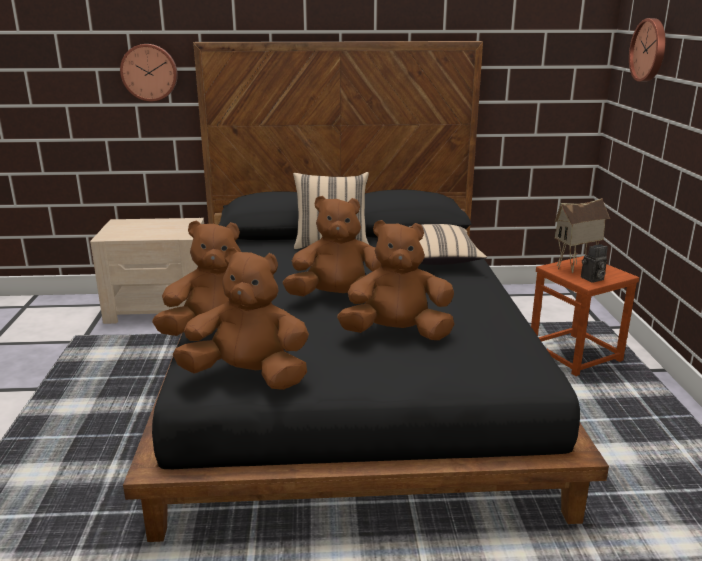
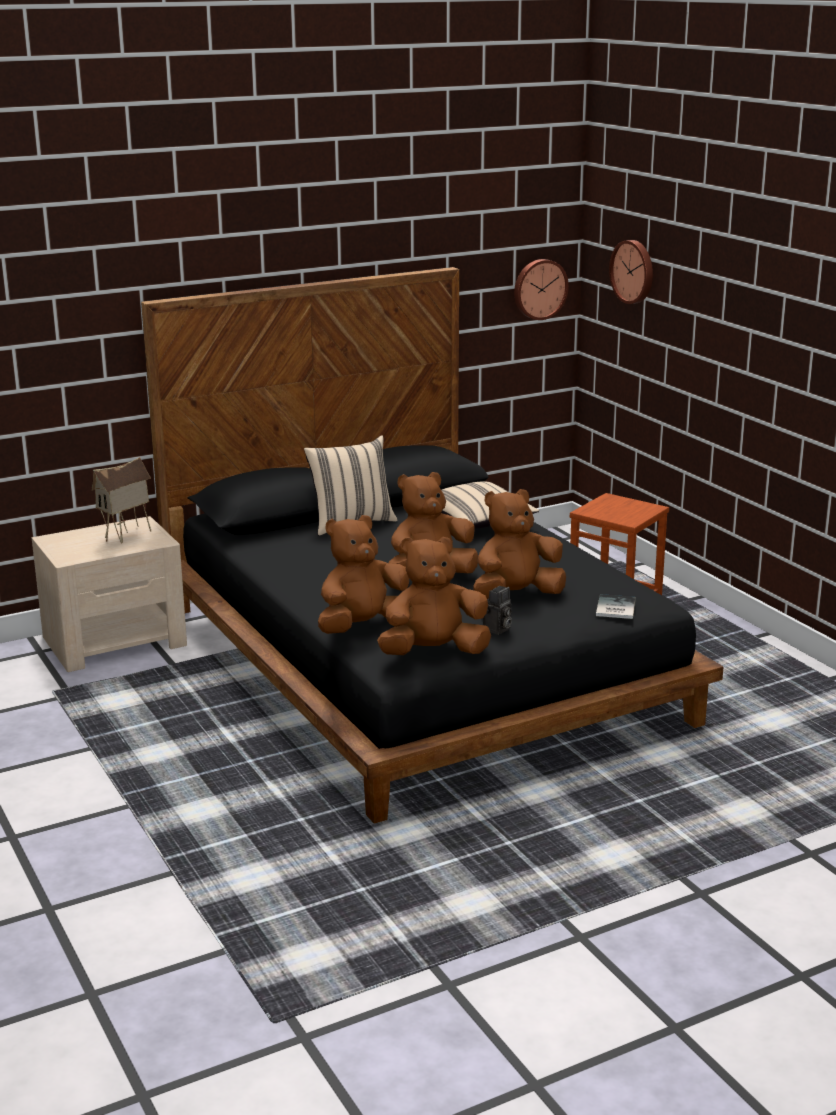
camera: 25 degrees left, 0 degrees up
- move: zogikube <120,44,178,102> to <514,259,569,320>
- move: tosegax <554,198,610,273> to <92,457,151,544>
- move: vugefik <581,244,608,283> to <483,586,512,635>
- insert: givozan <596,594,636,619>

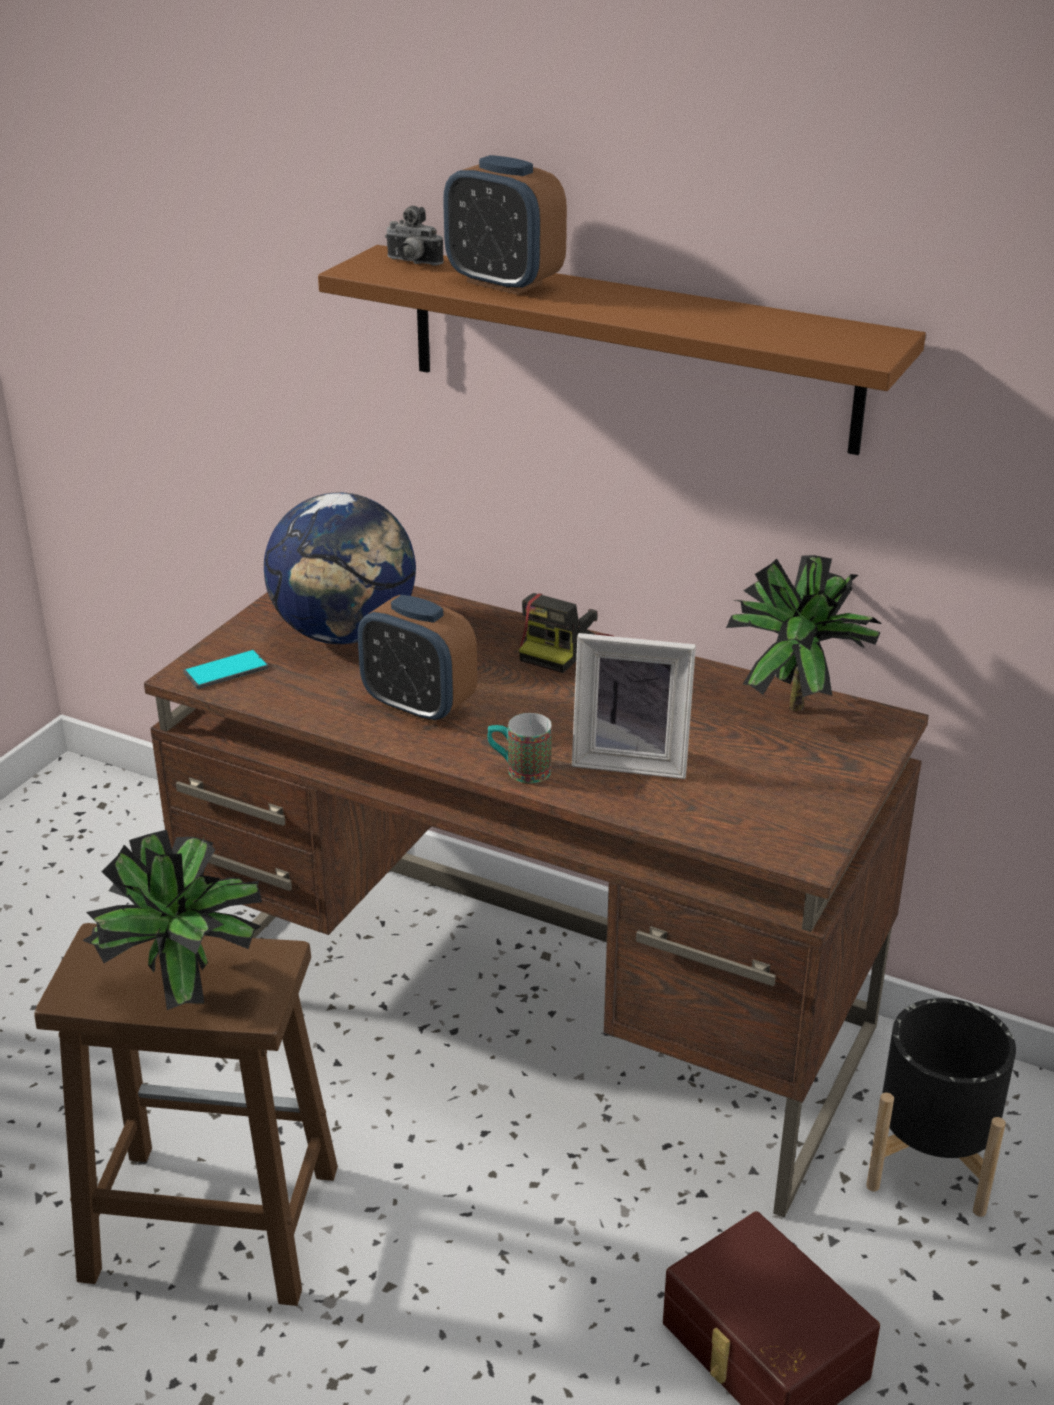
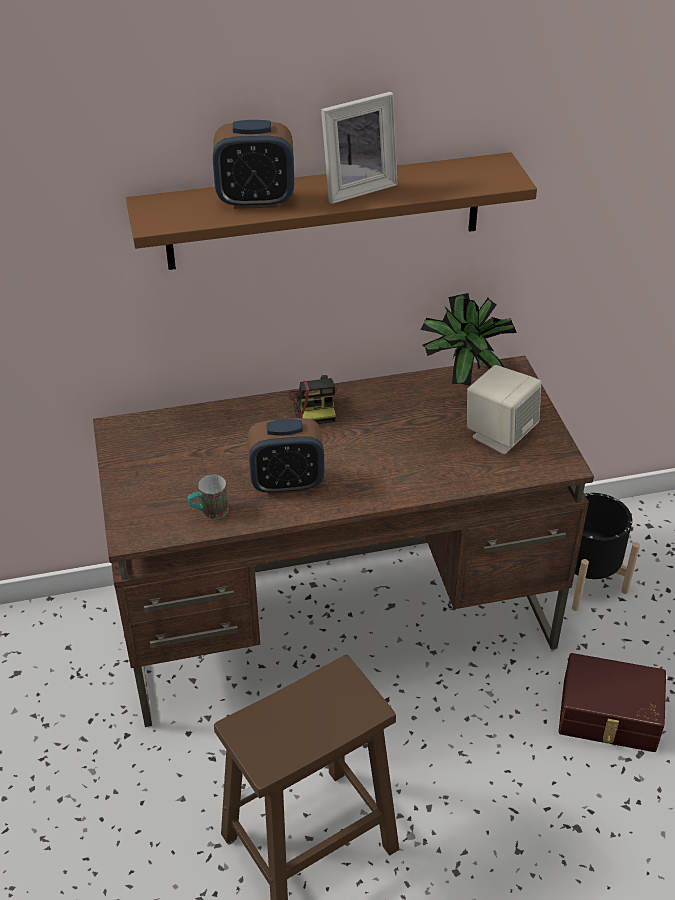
camera: 40 degrees left, 10 degrees up
- delete: vugefik <385,206,444,266>
- delete: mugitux <264,492,416,644>
- move: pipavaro <572,633,696,779> to <321,92,398,204>
- delete: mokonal <183,649,268,689>
- move: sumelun <487,713,552,783> to <188,474,228,519>
- delete: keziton <82,830,262,1010>
- insert: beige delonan <467,365,541,455>

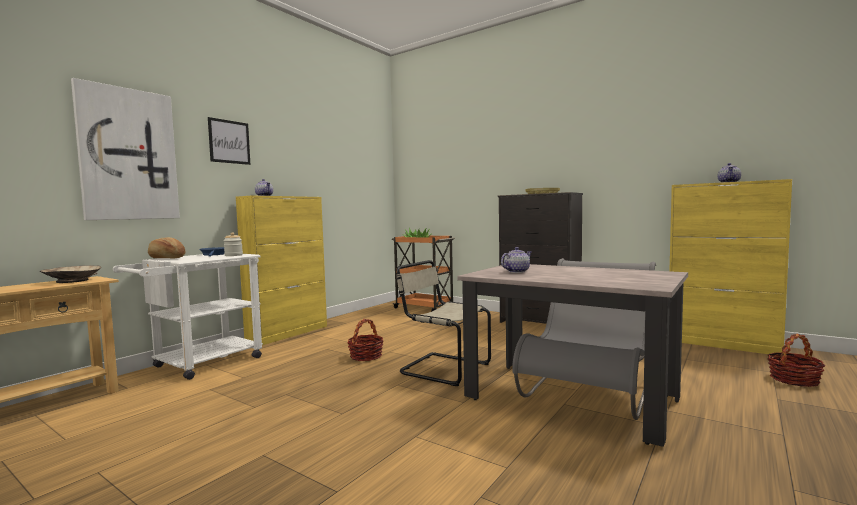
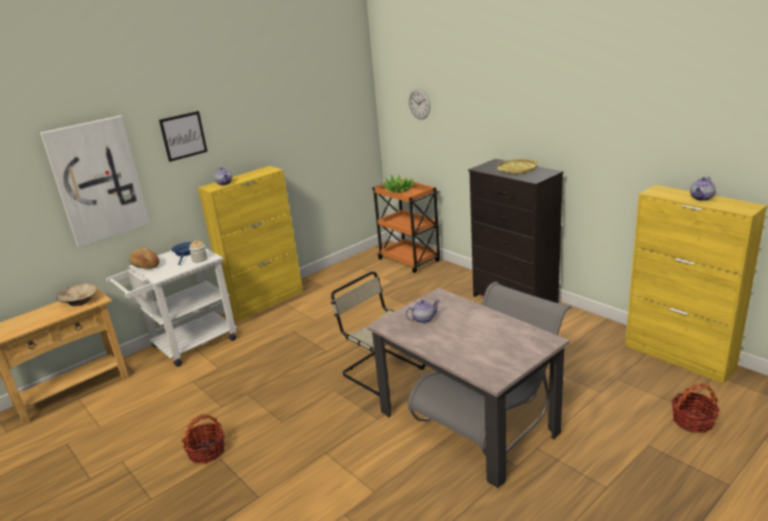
camera: 15 degrees right, 20 degrees up
- move: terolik <347,319,384,361> to <182,414,225,464>
- insert: zogikube <409,89,430,119>

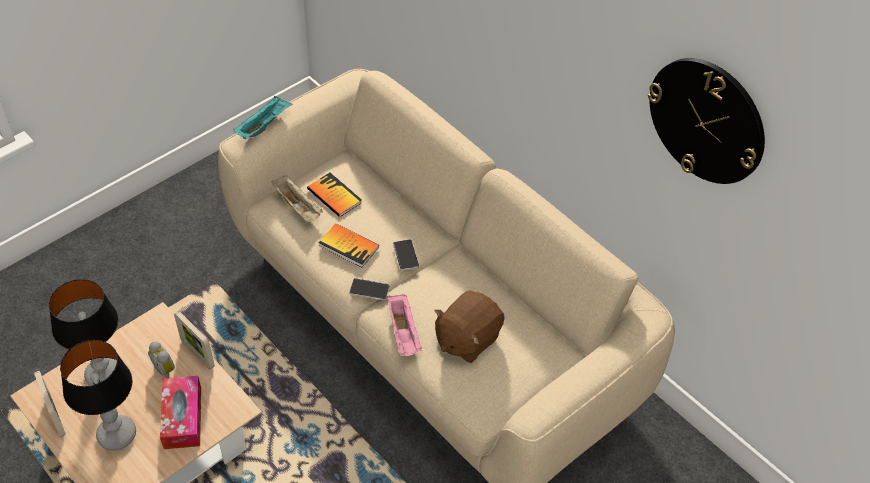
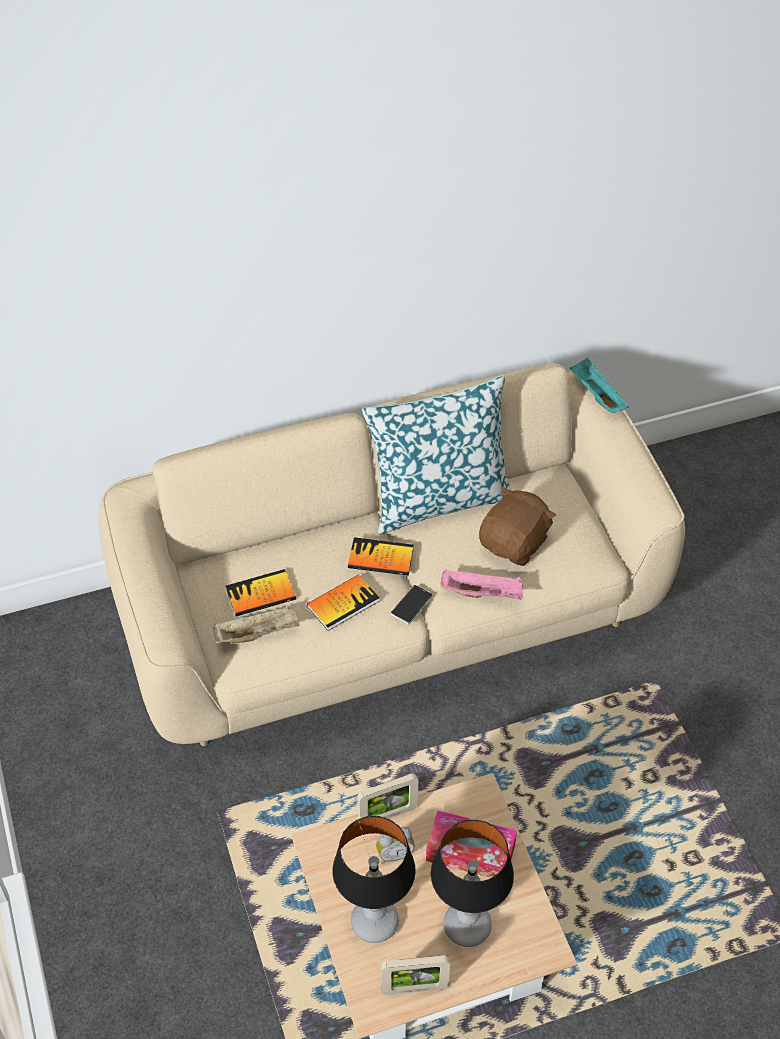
camera: 65 degrees left, 0 degrees up
- delete: zogikube <648,58,765,184>
- move: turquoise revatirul <234,96,292,139> to <569,358,629,413>
- replace: mokonal <393,239,419,271> to givozan <348,537,414,576>
- rotate: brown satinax <434,290,505,363> = <479,486,556,566> 120 degrees counterclockwise
- insert: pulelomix <362,375,511,535>

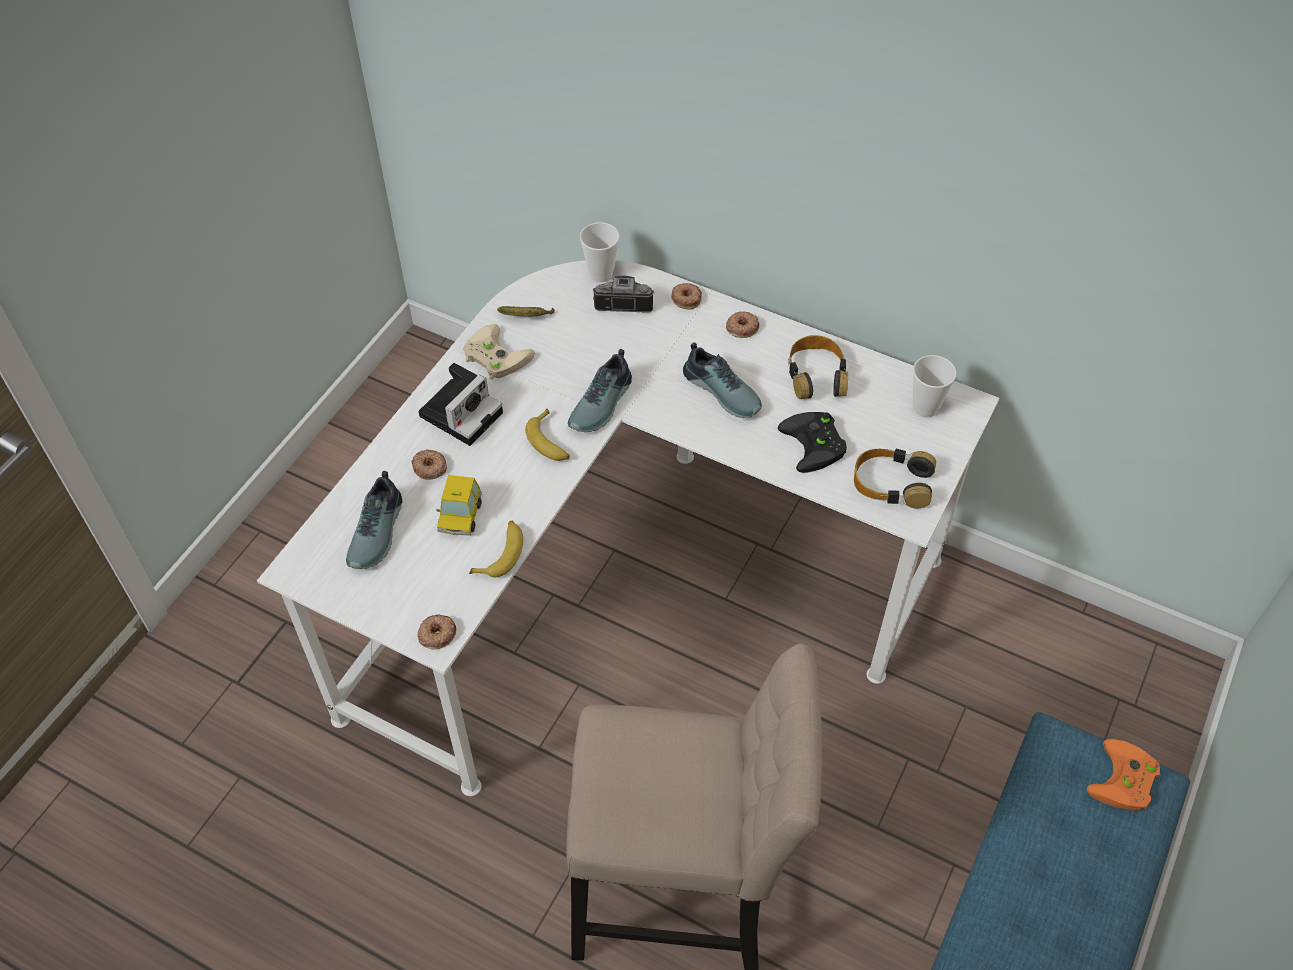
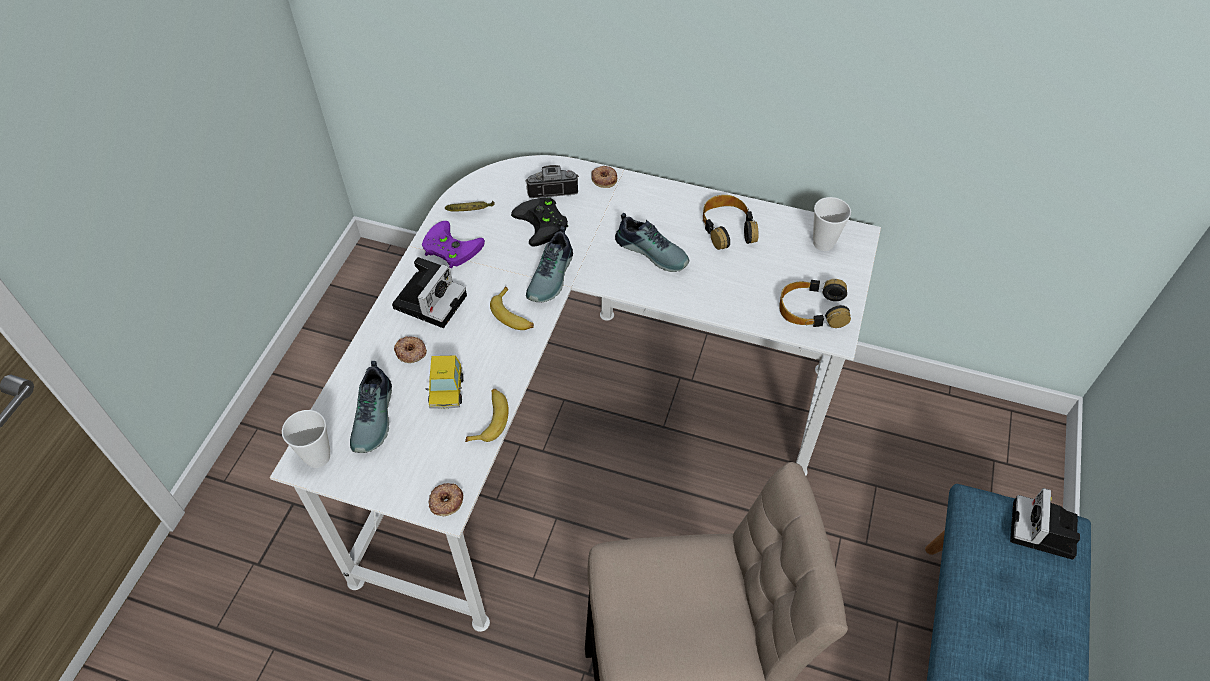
camera: 10 degrees left, 0 degrees up
- move: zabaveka <580,222,620,282> to <282,410,330,468>
- delete: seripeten <726,311,759,338>
- recolor: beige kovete <463,324,535,380> to purple kovete <422,221,485,269>
- move: black kovete <778,412,847,473> to <511,197,568,247>
- replace: orange kovete <1087,739,1160,811> to vugefik <1010,488,1080,560>

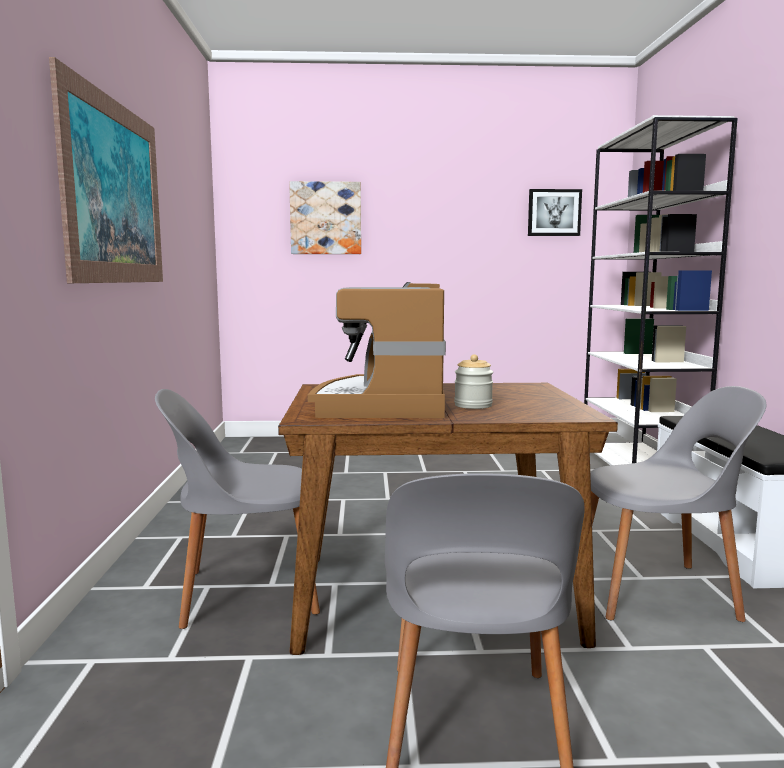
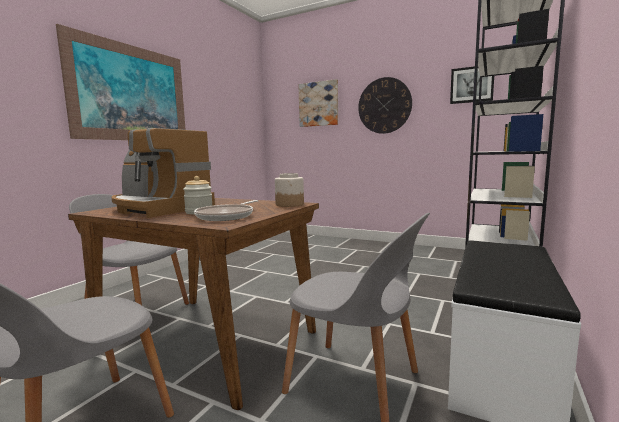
camera: 30 degrees right, 0 degrees up
- rotate: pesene <308,282,446,418> = <111,128,215,218> 90 degrees counterclockwise
- insert: zogikube <358,77,412,134>
- insert: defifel <275,173,304,207>
- insert: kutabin <194,200,258,221>

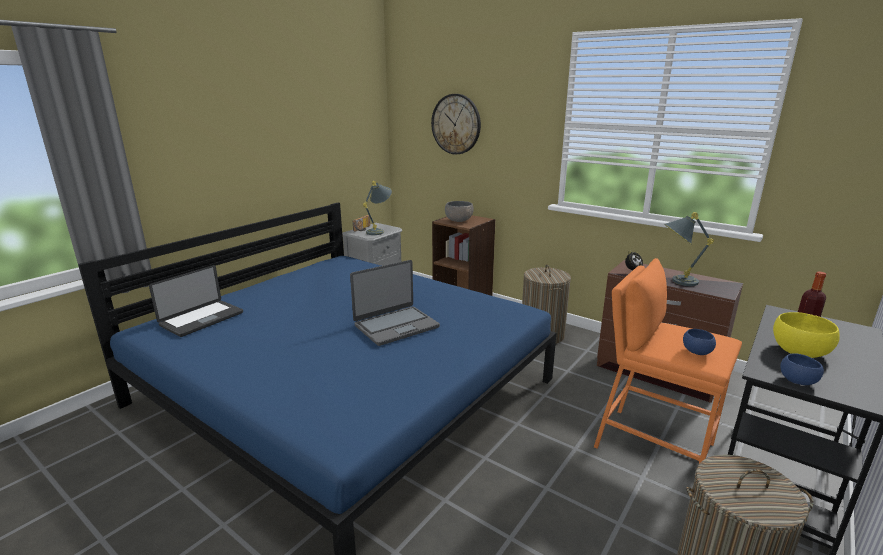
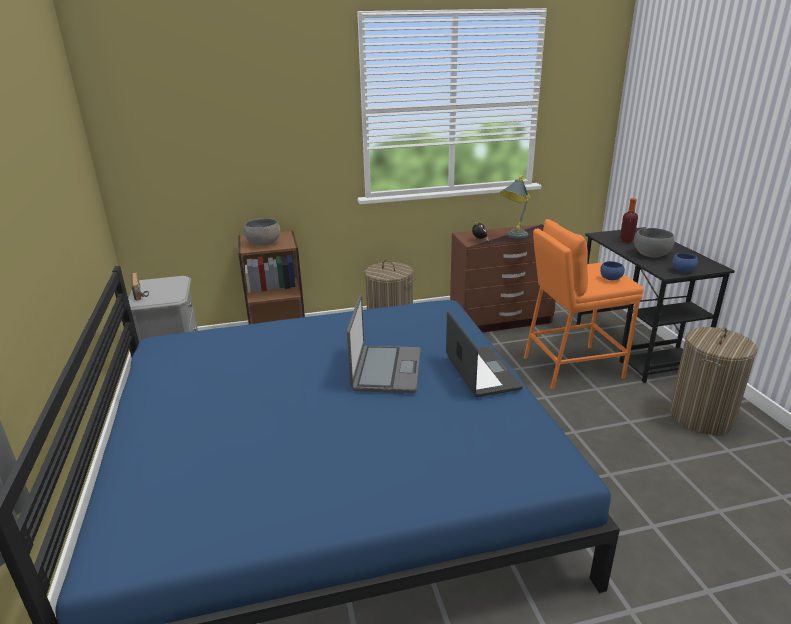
camera: 50 degrees left, 5 degrees up
- delete: zogikube <431,94,481,154>
- delete: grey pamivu <363,181,392,235>
- move: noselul <149,265,243,337> to <446,311,523,397>
- recolor: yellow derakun <773,312,840,358> to grey derakun <634,228,674,257>

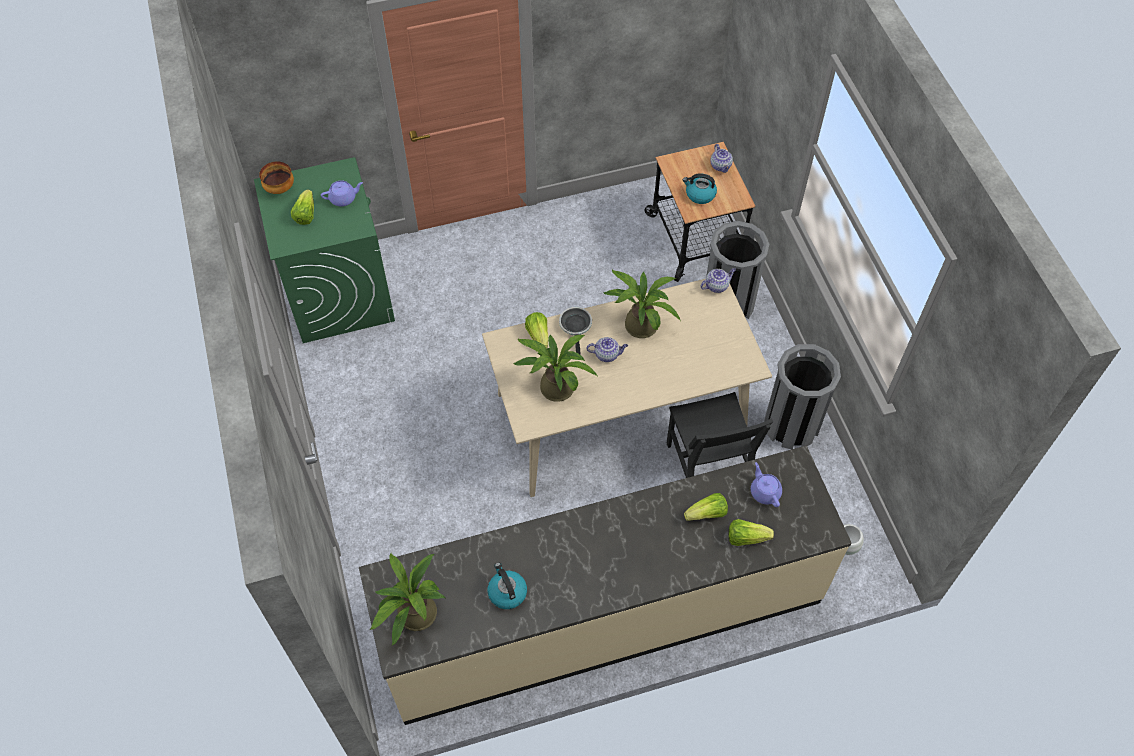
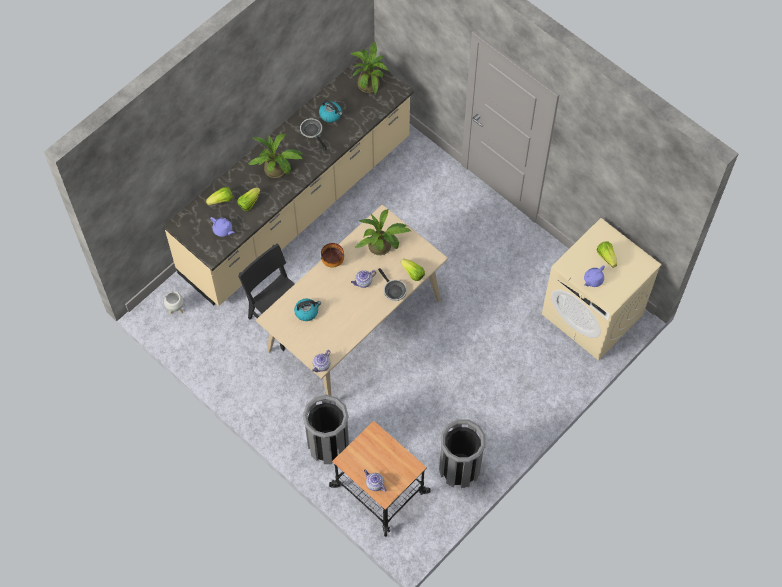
camera: 150 degrees right, 5 degrees up
- recolor: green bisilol <254,157,395,343> to beige bisilol <542,218,662,360>
- move: derakun <259,161,294,194> to <321,243,344,267>
- move: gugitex <683,173,717,204> to <294,298,321,321>
- move: keziton <603,270,681,338> to <248,134,303,178>
- move: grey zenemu <764,344,841,449> to <439,419,486,488>
- insert: kutabin <300,118,327,150>

